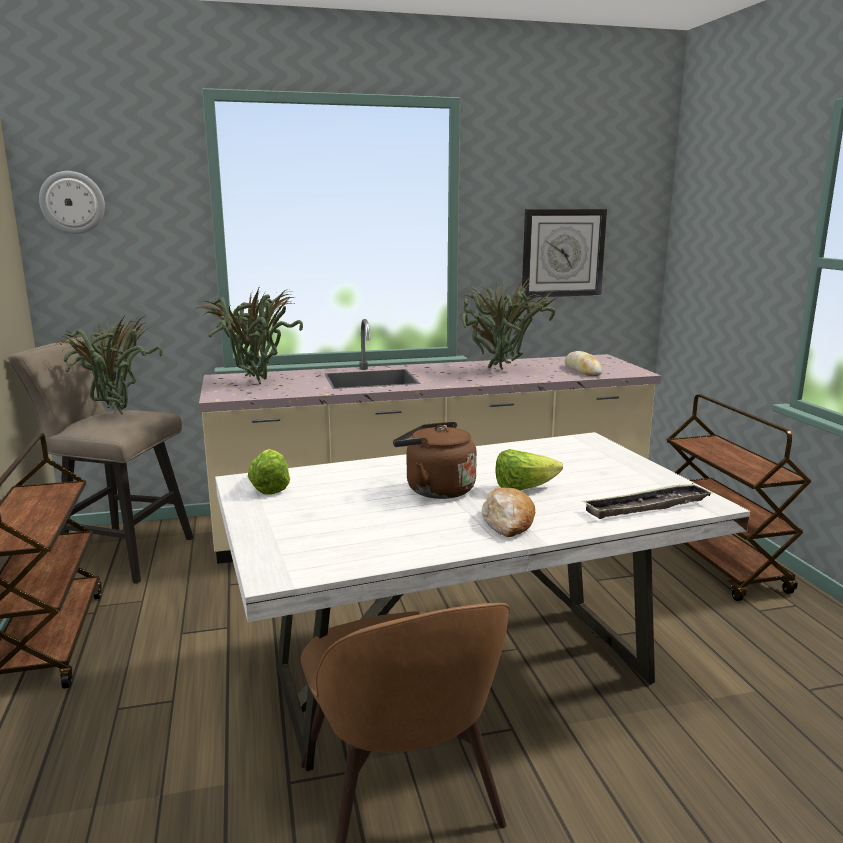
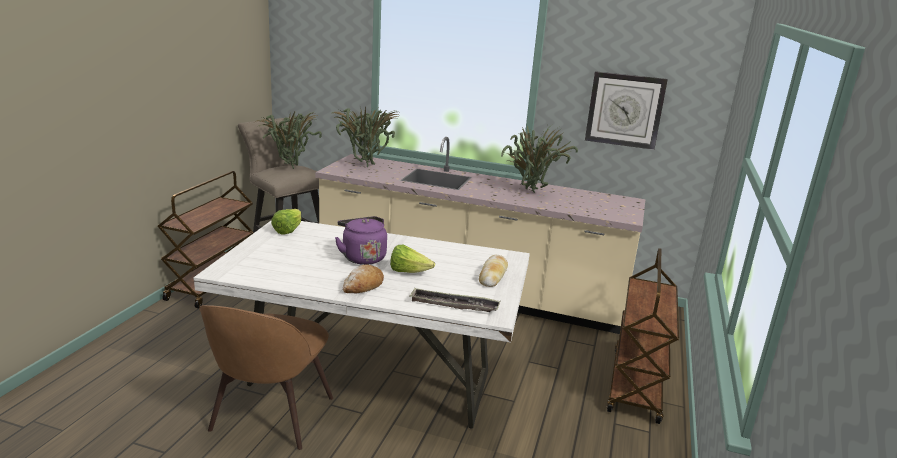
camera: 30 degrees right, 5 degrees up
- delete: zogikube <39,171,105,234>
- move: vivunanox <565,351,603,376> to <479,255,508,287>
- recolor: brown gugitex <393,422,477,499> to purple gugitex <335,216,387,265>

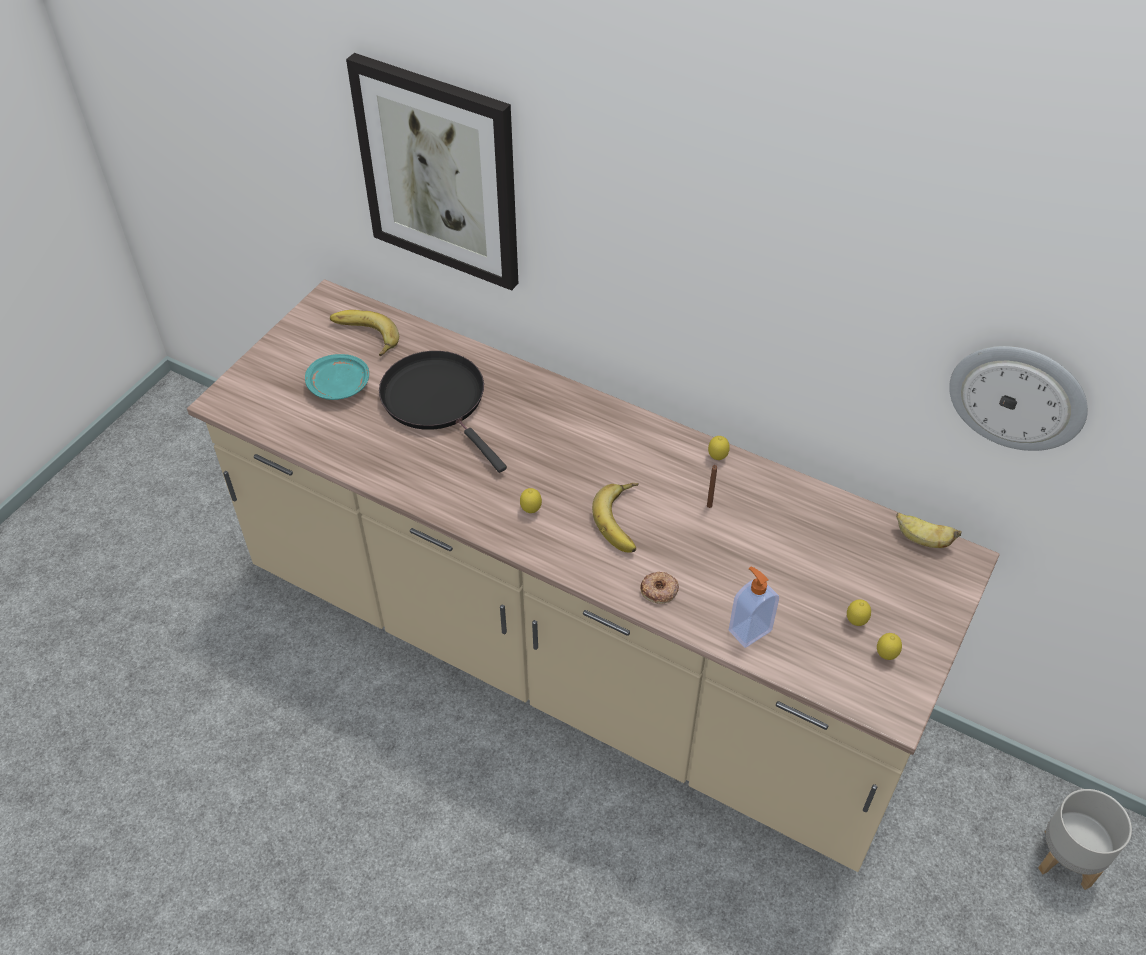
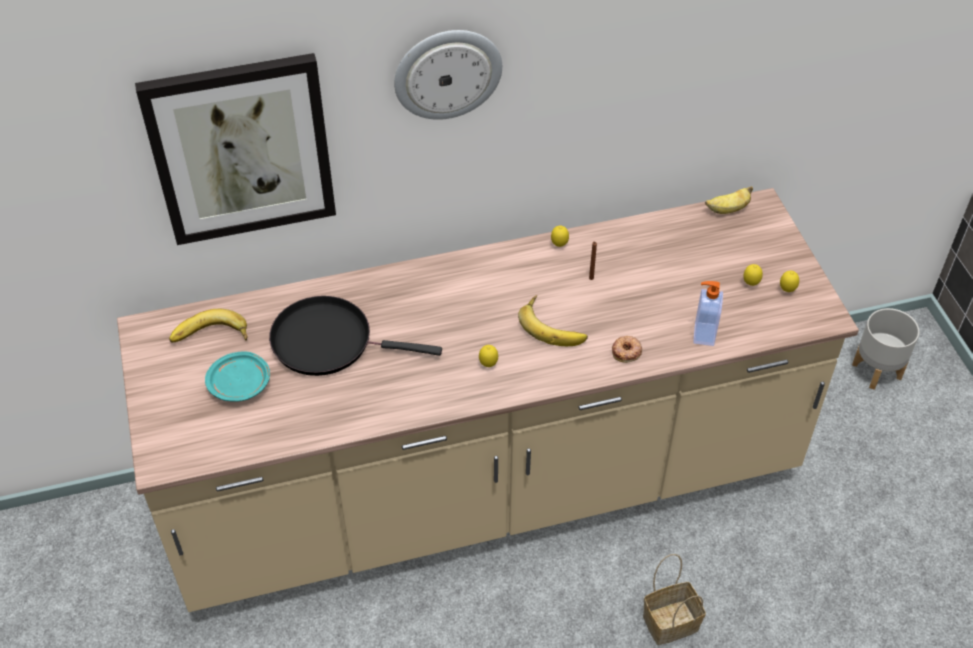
camera: 45 degrees left, 0 degrees up
- move: zogikube <949,346,1088,451> to <394,30,502,120>
- insert: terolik <643,554,706,645>

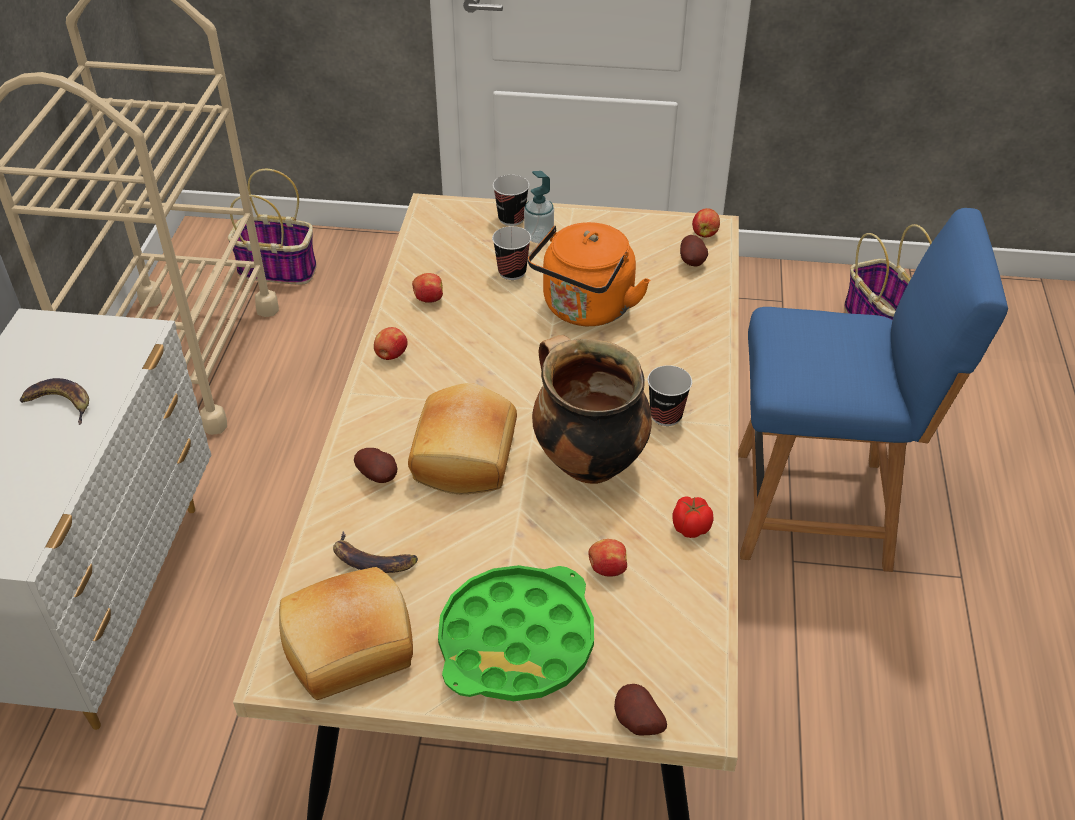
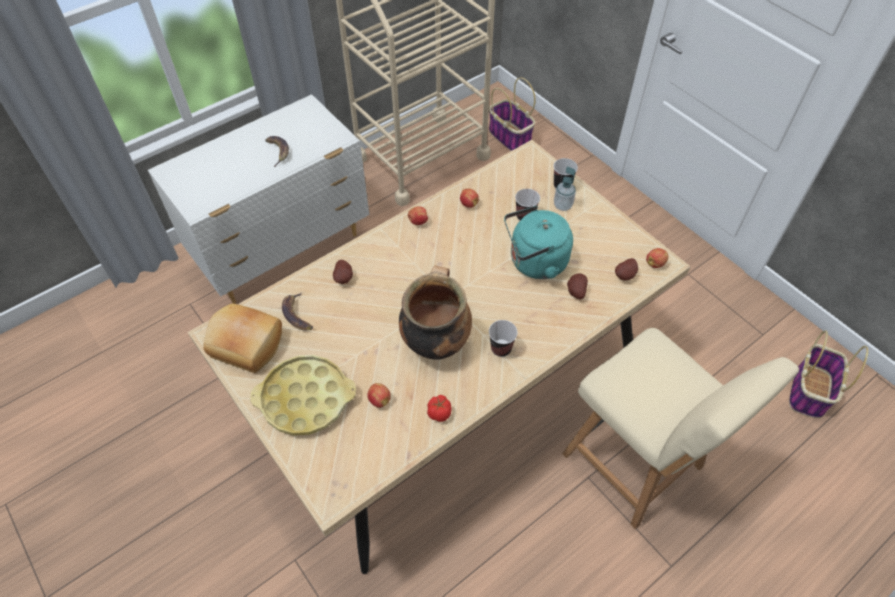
camera: 45 degrees right, 10 degrees up
- recolor: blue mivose <738,208,1008,572> to beige mivose <562,328,799,529>
- recolor: orange gugitex <528,222,650,326> to turquoise gugitex <504,206,573,279>
- delete: vivunanox <408,383,517,494>
- recolor: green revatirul <438,565,594,701> to yellow revatirul <250,355,356,436>
- move: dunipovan <614,684,667,736> to <567,273,588,299>

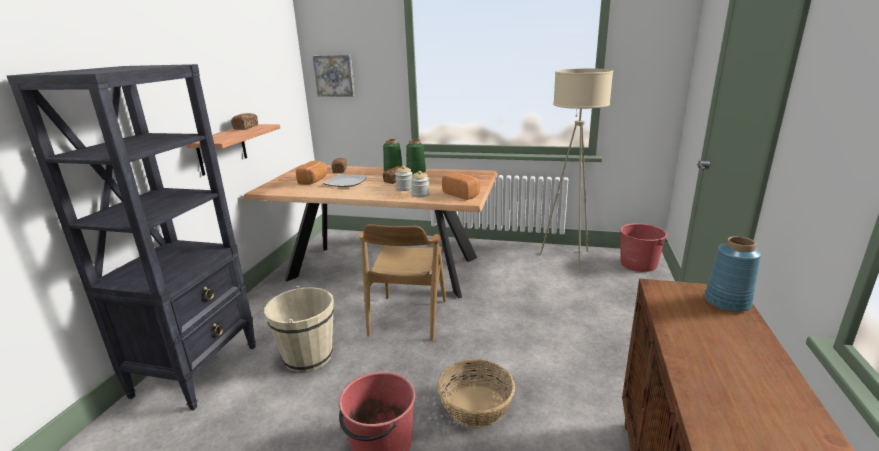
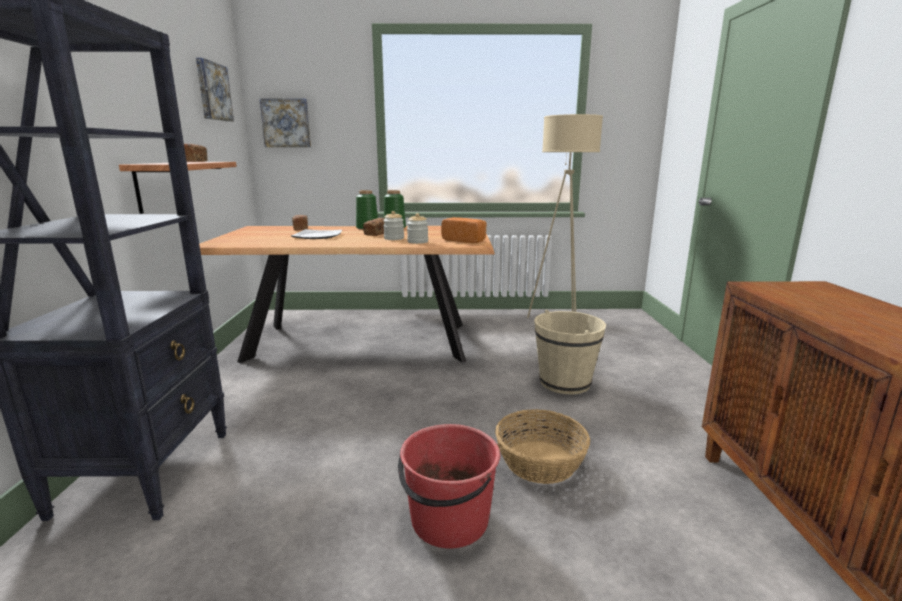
camera: 15 degrees left, 5 degrees down
- delete: vivunanox <296,161,328,185>
- delete: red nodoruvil <620,223,668,272>
- delete: brown mivose <359,224,446,342>
- delete: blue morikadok <705,236,761,312>
- move: beige nodoruvil <264,286,334,372> to <534,310,606,394>
- insert: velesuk <196,58,234,122>

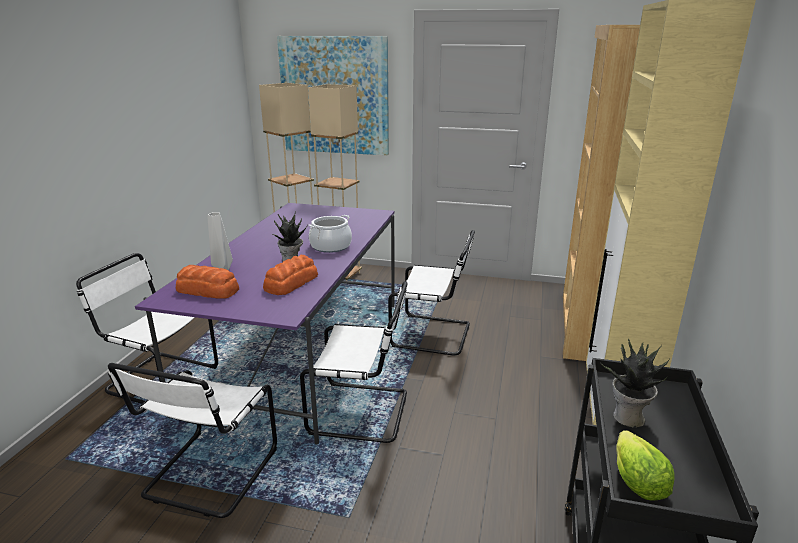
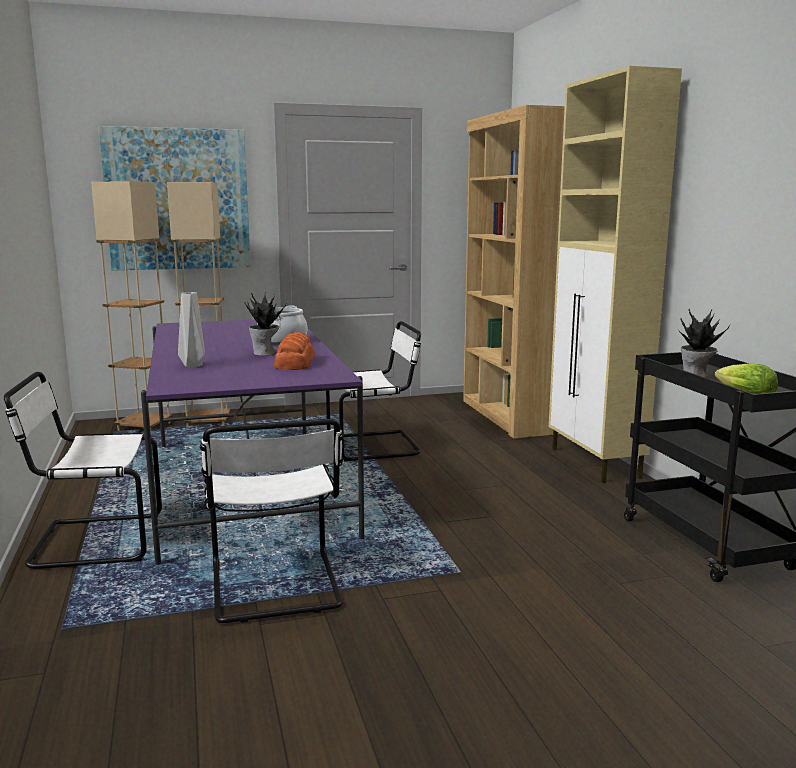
camera: 30 degrees left, 10 degrees down
- delete: vivunanox <176,265,239,299>
- delete: white mivose <300,281,408,443>

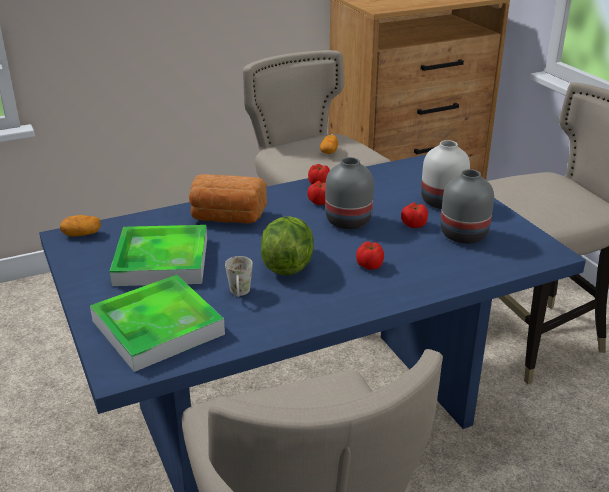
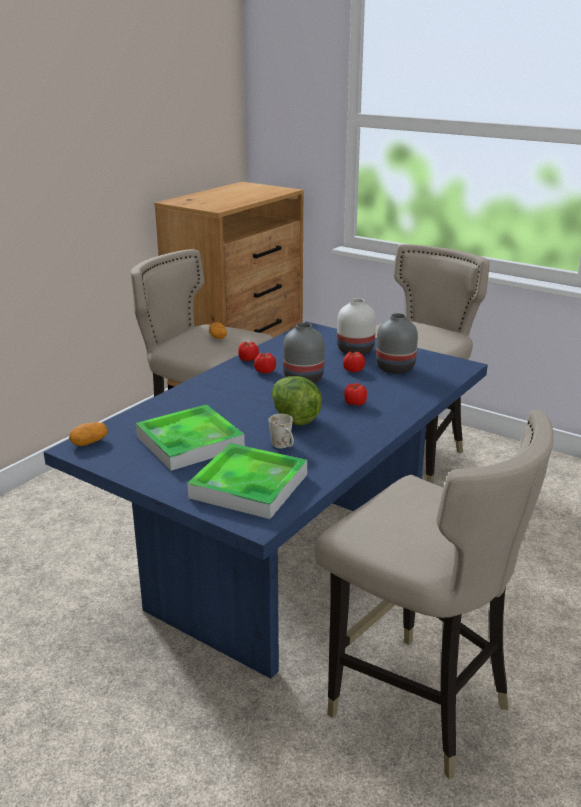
camera: 30 degrees left, 5 degrees down
- delete: vivunanox <189,174,267,223>

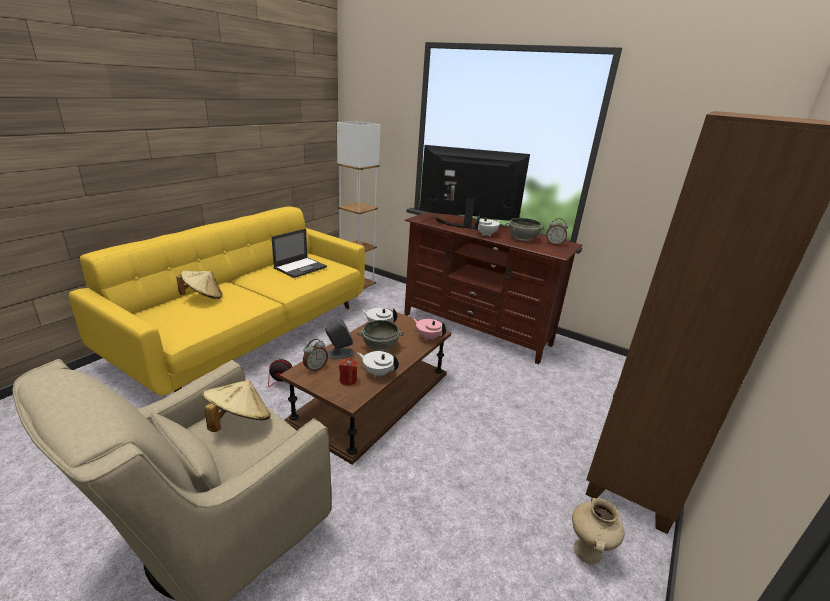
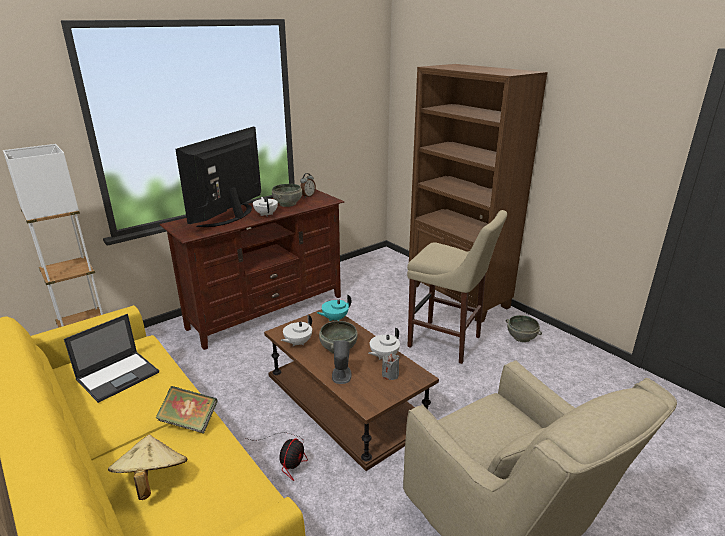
camera: 70 degrees left, 0 degrees up
- rotate: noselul <271,229,327,278> = <64,314,159,403> 75 degrees clockwise
- recolor: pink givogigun <413,318,446,340> to turquoise givogigun <317,294,351,321>
- delete: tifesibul <303,339,328,372>
- recolor: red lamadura <339,358,358,385> to grey lamadura <382,353,400,380>
- delete: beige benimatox <202,380,271,432>
- replace: beige morikadok <572,498,624,565> to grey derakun <506,315,542,342>
- insert: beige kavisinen <407,210,507,364>
- insert: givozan <156,386,218,434>

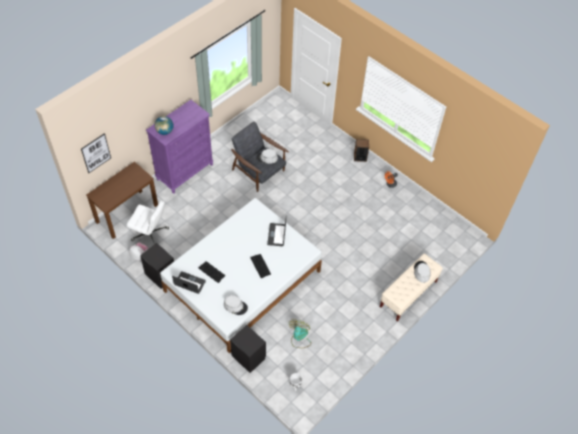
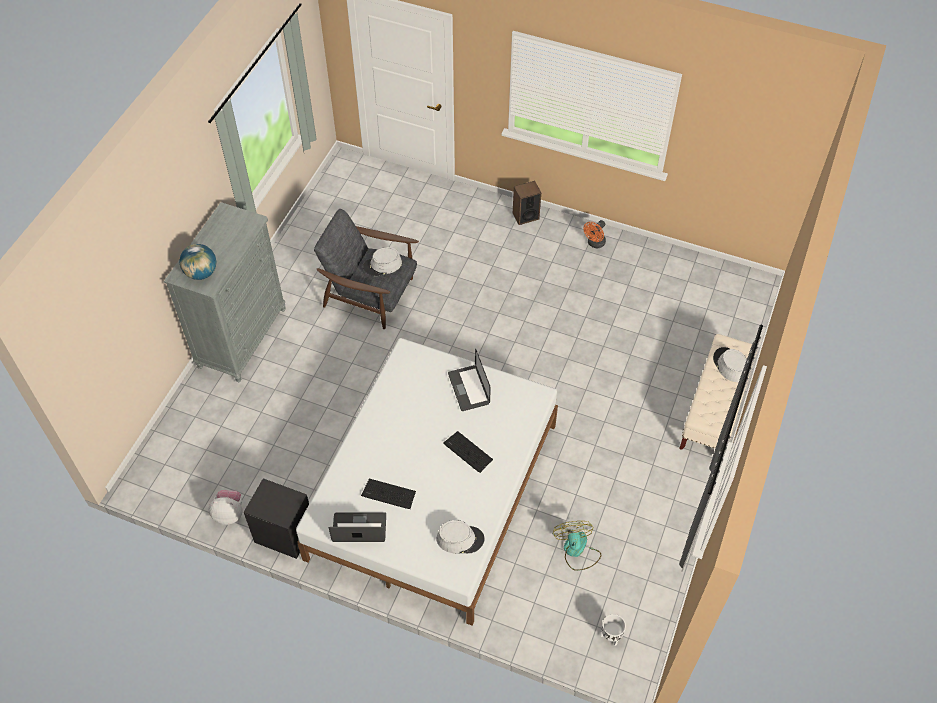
camera: 20 degrees left, 0 degrees up
- recolor: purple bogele <146,100,213,194> to grey bogele <164,202,286,382>
- delete: velesuk <81,133,111,173>
- delete: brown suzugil <86,162,158,239>
- delete: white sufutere <127,201,169,244>
- delete: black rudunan <230,325,266,373>

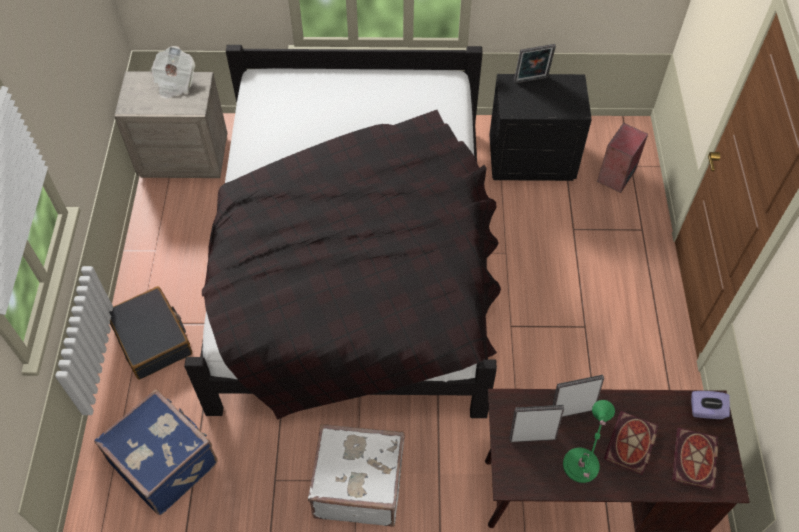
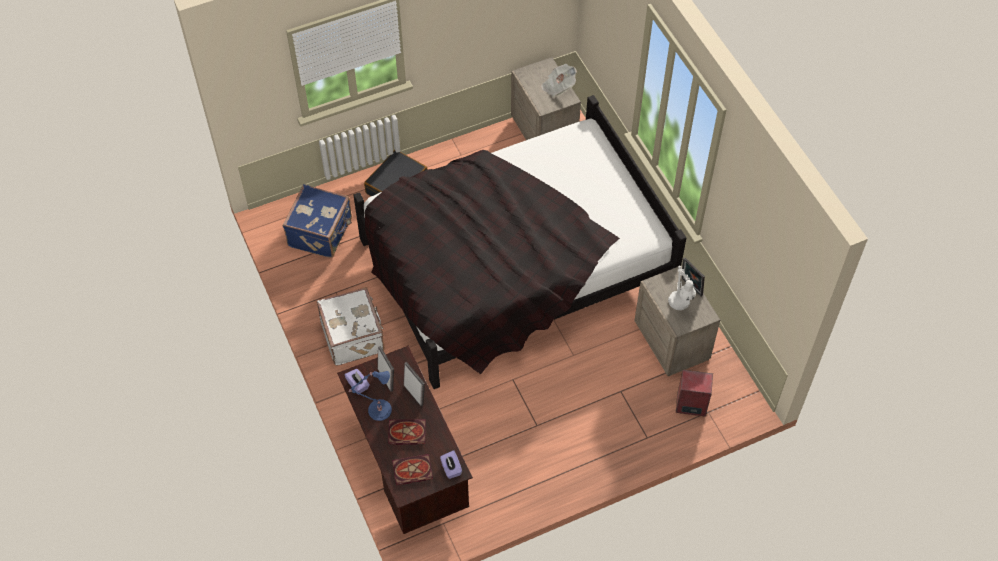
camera: 65 degrees right, 0 degrees up
- recolor: black rudunan <489,74,592,181> to beige rudunan <634,265,720,376>
- recolor: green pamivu <563,400,615,483> to blue pamivu <349,371,392,421>
- insert: white pamivu <668,265,696,310>
- insert: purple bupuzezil <345,369,370,395>

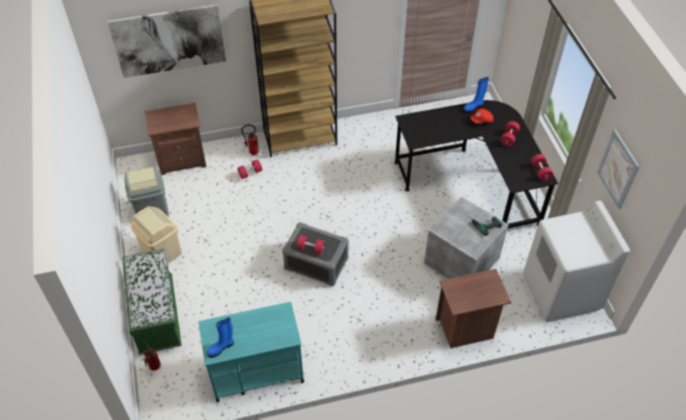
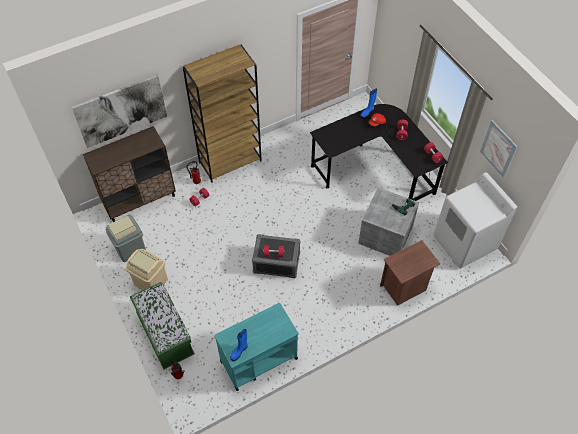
camera: 15 degrees left, 5 degrees up
- replace: brown rudunan <145,103,206,175> to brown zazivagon <83,126,176,222>

